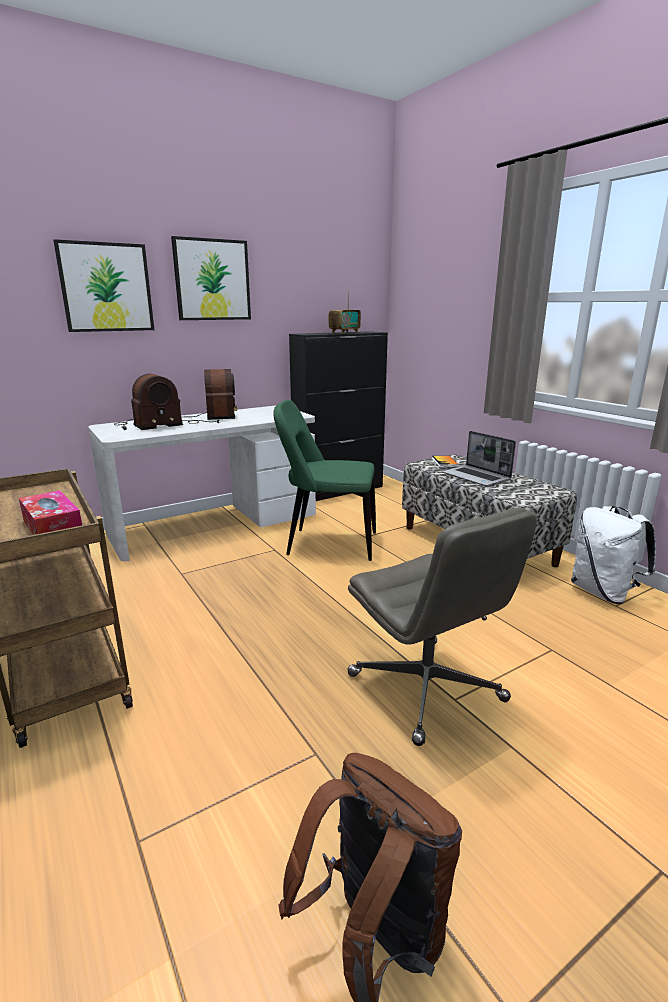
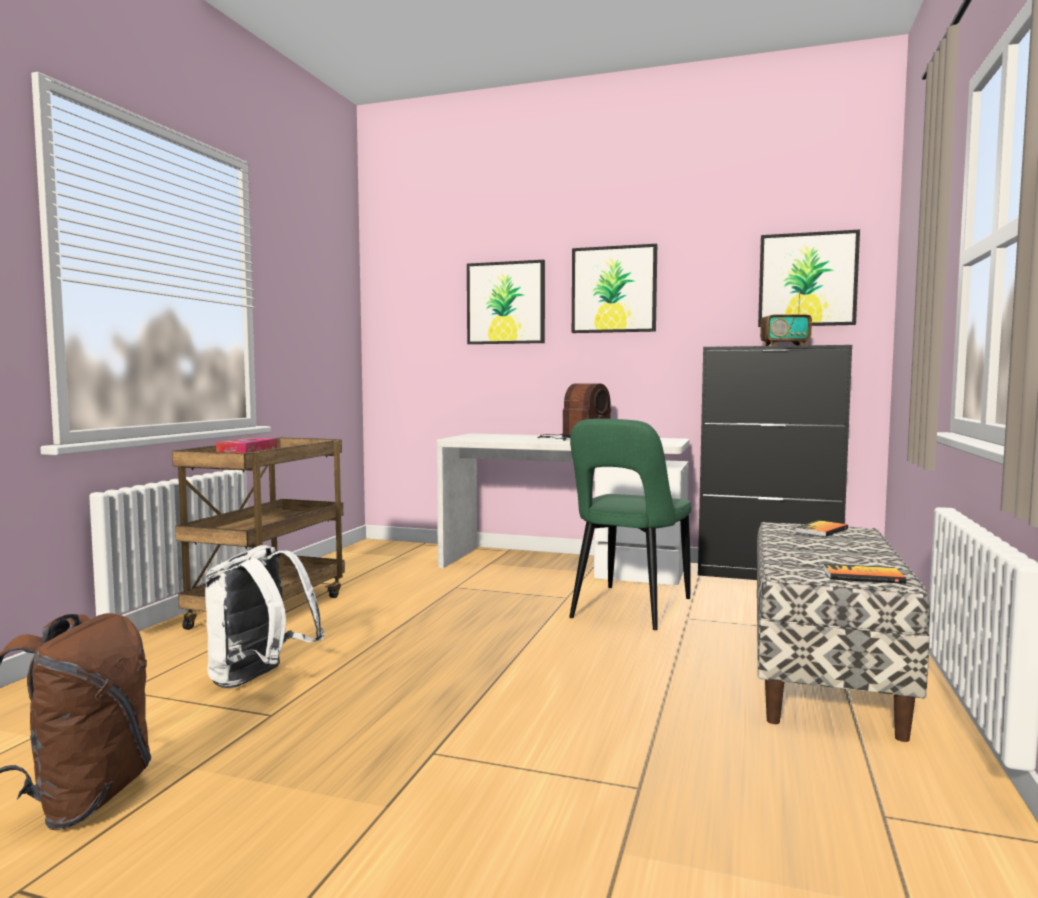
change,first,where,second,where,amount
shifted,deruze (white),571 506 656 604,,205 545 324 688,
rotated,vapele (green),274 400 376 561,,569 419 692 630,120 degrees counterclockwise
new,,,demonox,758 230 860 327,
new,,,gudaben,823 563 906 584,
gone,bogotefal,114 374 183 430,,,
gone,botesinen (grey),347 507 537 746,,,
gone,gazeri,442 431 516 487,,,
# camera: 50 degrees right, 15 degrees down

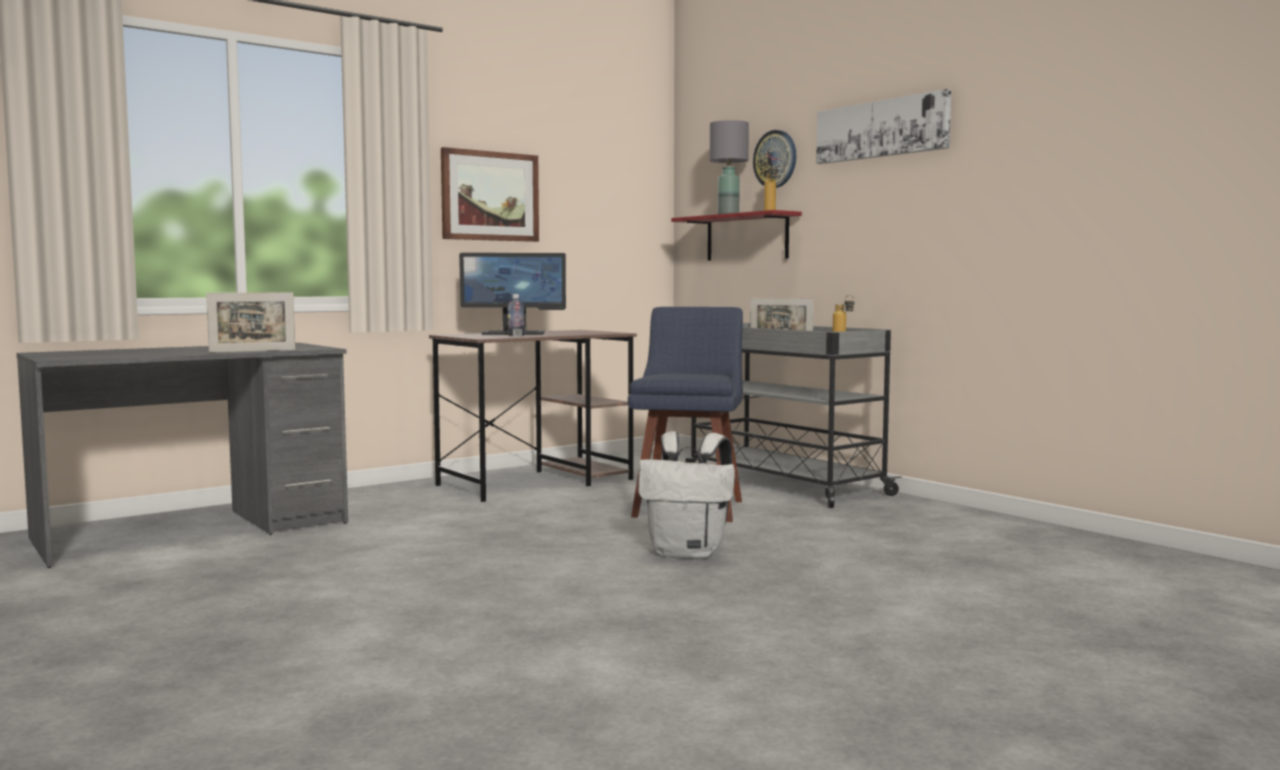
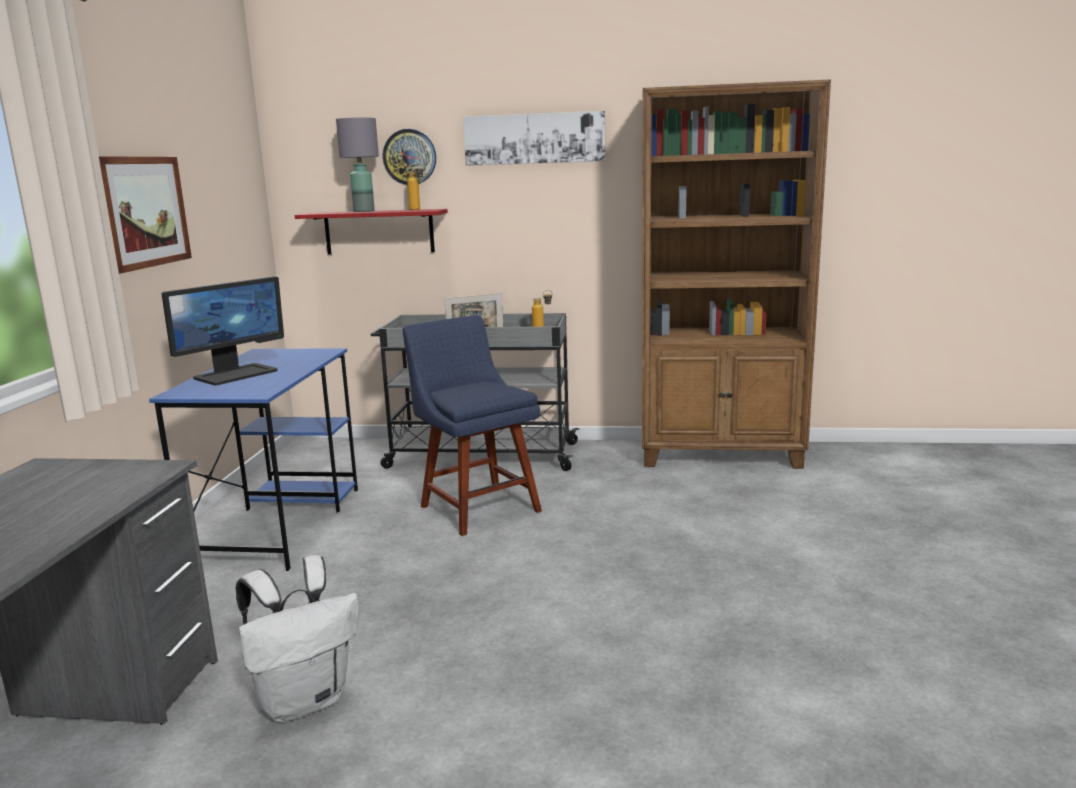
change,first,where,second,where,amount
repainted,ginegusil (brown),429 330 637 502,ginegusil (blue),149 348 358 571,
shifted,deruze (white),638 431 735 559,,236 555 359 722,
new,,,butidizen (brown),642 79 831 469,
gone,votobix,206 292 295 353,,,
gone,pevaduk,508 294 525 336,,,
# camera: 45 degrees left, 10 degrees up

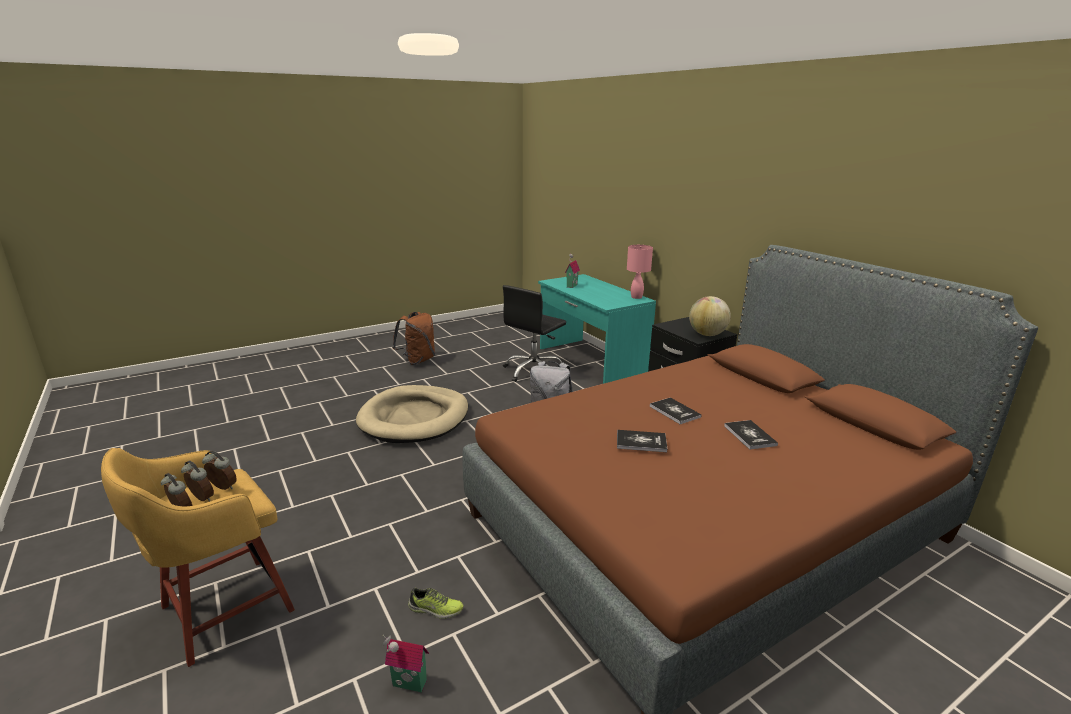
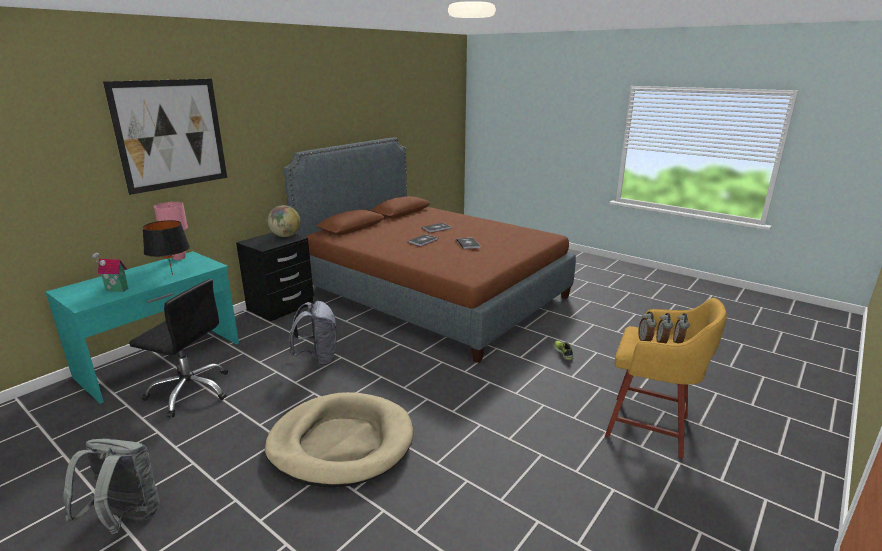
change,first,where,second,where,amount
repainted,deruze (brown),392 312 435 365,deruze (grey),63 439 159 534,
new,,,demonox,103 79 227 195,
new,,,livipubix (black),142 220 190 275,
gone,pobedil,382 635 429 692,,,
# camera: 110 degrees left, 0 degrees up

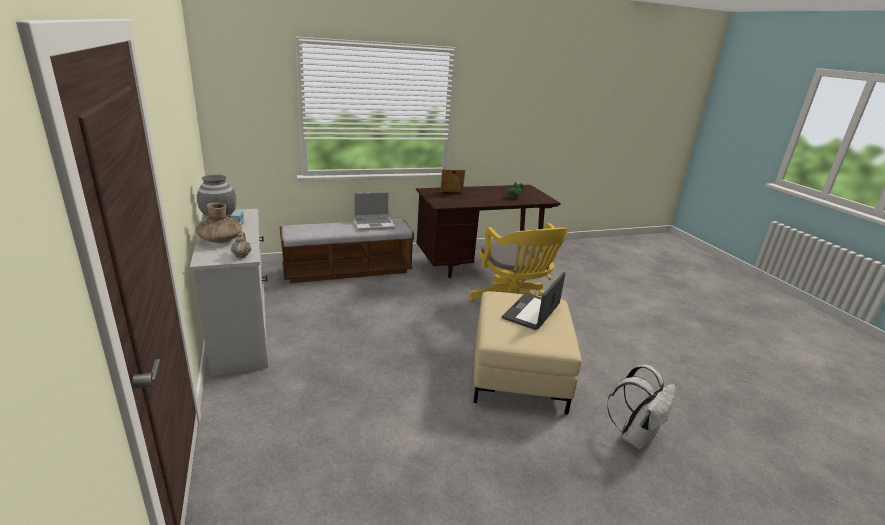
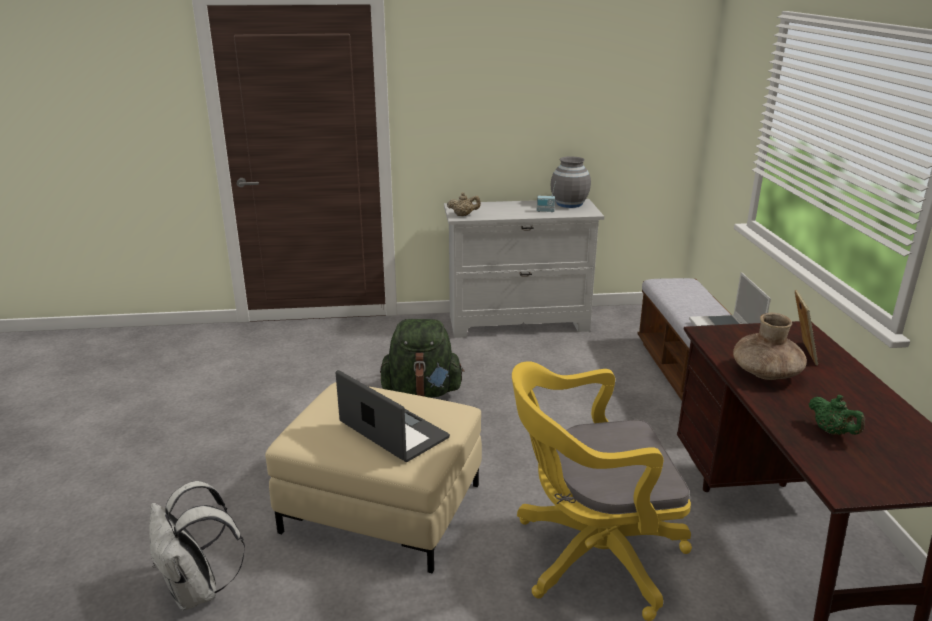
change,first,where,second,where,amount
new,,,deruze (green),380 319 464 398,
shifted,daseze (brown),195 202 242 243,,733 313 807 380,
# camera: 105 degrees right, 0 degrees up

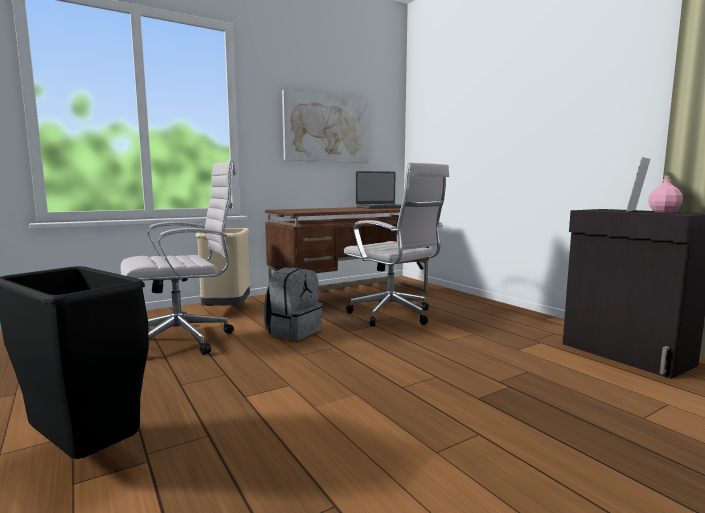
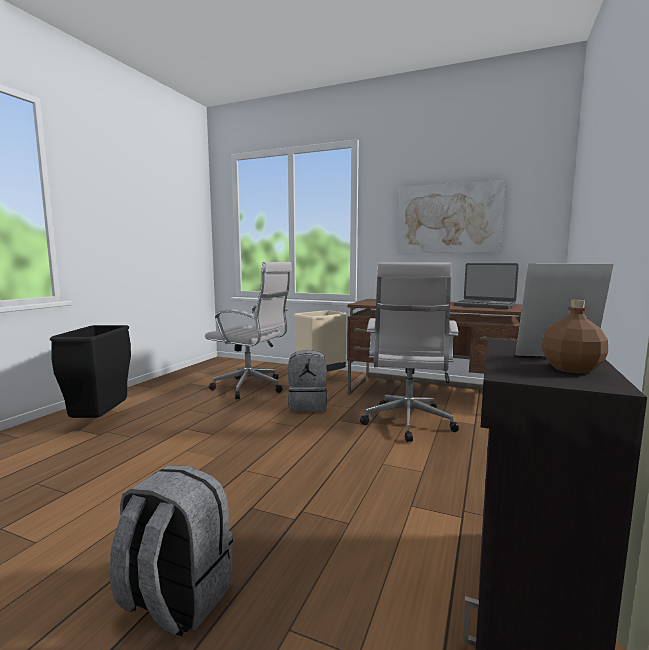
change,first,where,second,where,amount
new,,,deruze (grey),109 465 233 636,
repainted,pevaduk (pink),648 175 683 213,pevaduk (brown),542 299 608 373,
# camera: 55 degrees right, 0 degrees up

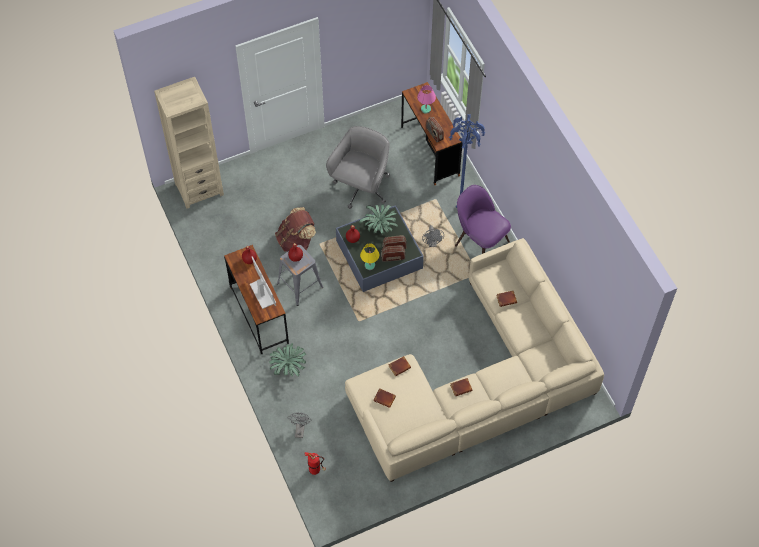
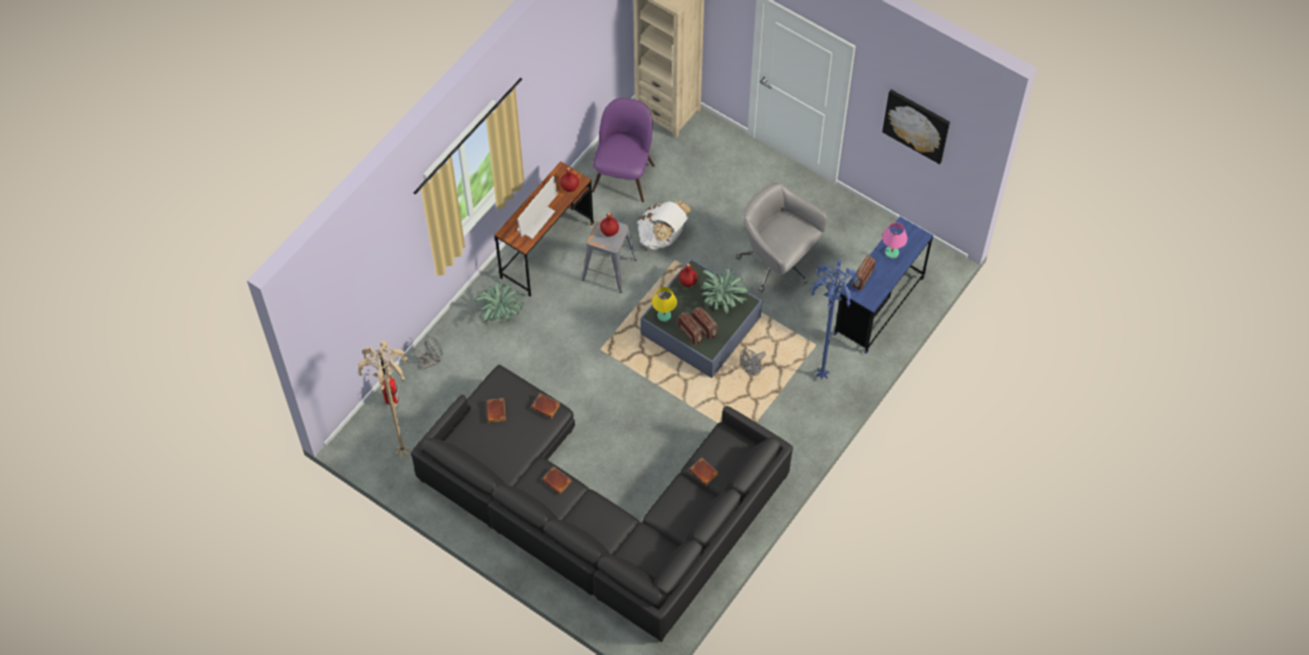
change,first,where,second,where,amount
new,,,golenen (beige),357 341 409 458,
repainted,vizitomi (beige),345 238 604 482,vizitomi (black),411 365 793 642,
shifted,vapele (purple),455 185 511 254,,592 98 655 203,
repainted,deruze (brown),275 207 316 252,deruze (white),637 201 692 250,
rotated,botesinen (grey),326 126 390 209,,735 182 828 293,135 degrees counterclockwise
repainted,ginegusil (brown),401 82 463 185,ginegusil (blue),834 216 933 354,
new,,,demonox,882 90 950 164,
# camera: 60 degrees right, 0 degrees up

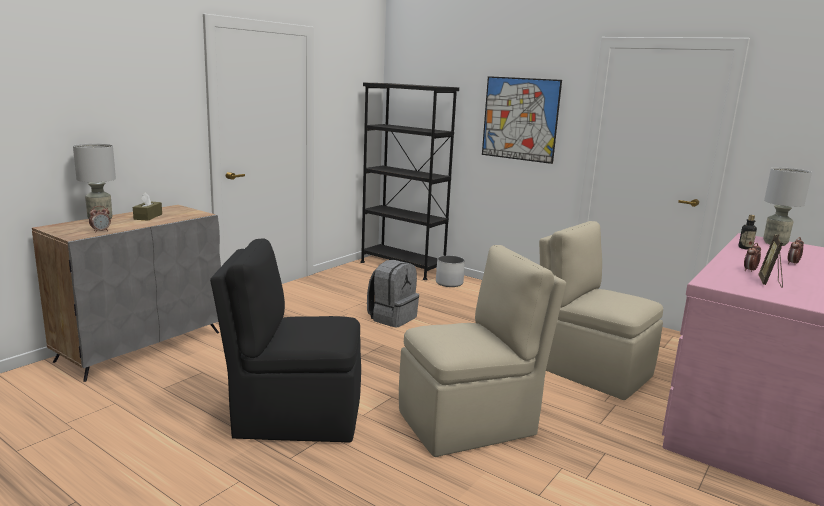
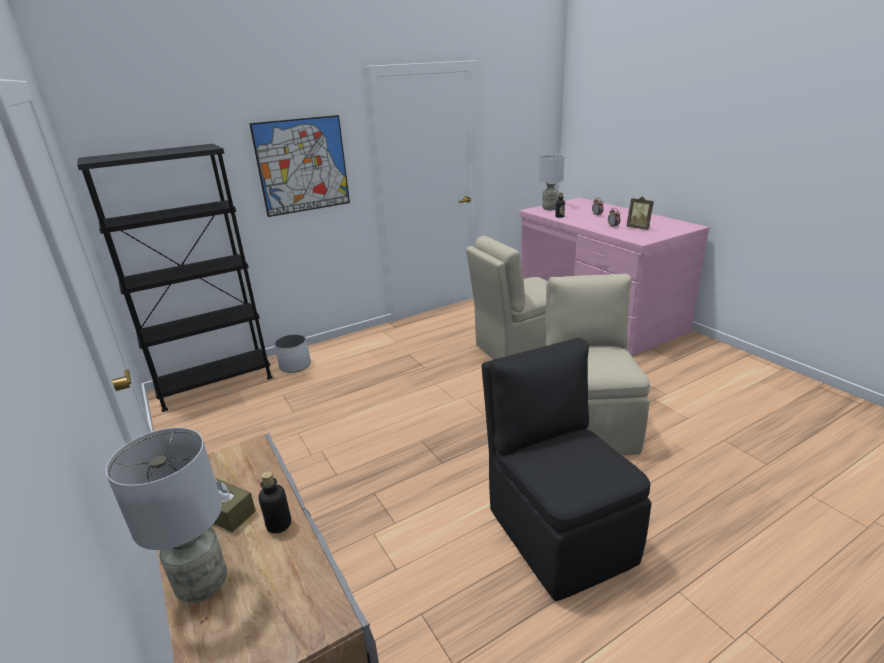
change,first,where,second,where,amount
new,,,pevaduk,258 471 291 533,
rotated,vapele (black),210 239 361 443,,482 338 652 601,135 degrees clockwise
gone,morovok,89 206 111 233,,,
gone,deruze (grey),367 260 419 327,,,
# camera: 65 degrees left, 10 degrees up

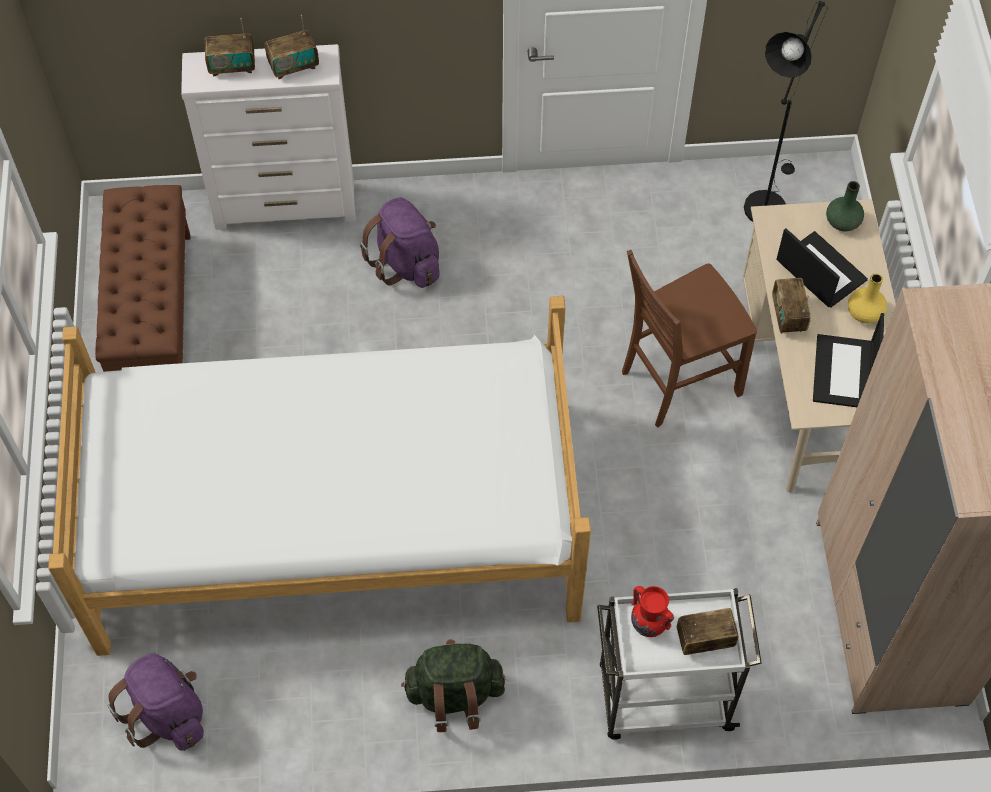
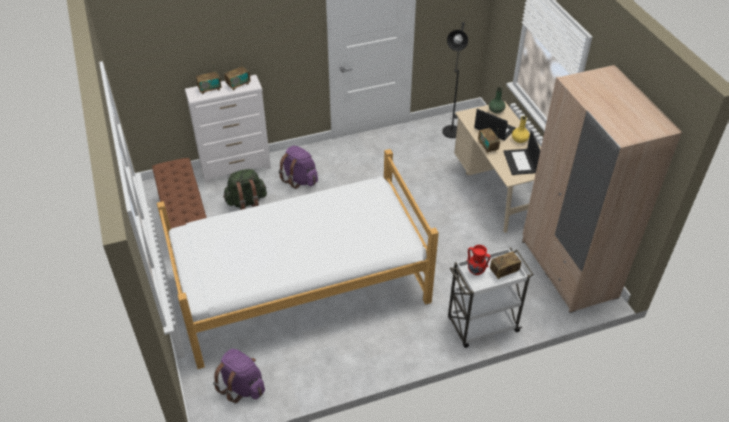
change,first,where,second,where,amount
shifted,deruze (green),401 639 505 732,,223 169 267 210,
gone,vapele (brown),622 250 757 427,,,
# camera: 15 degrees left, 15 degrees down

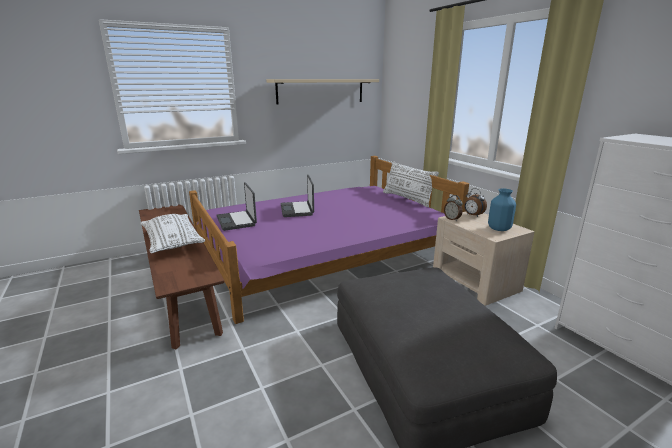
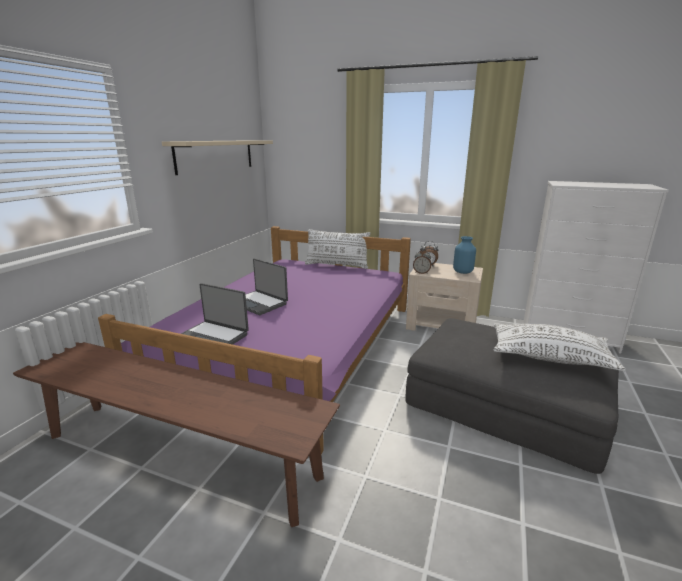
change,first,where,second,where,amount
shifted,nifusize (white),140 214 205 253,,494 323 626 371,
# camera: 40 degrees left, 0 degrees up

